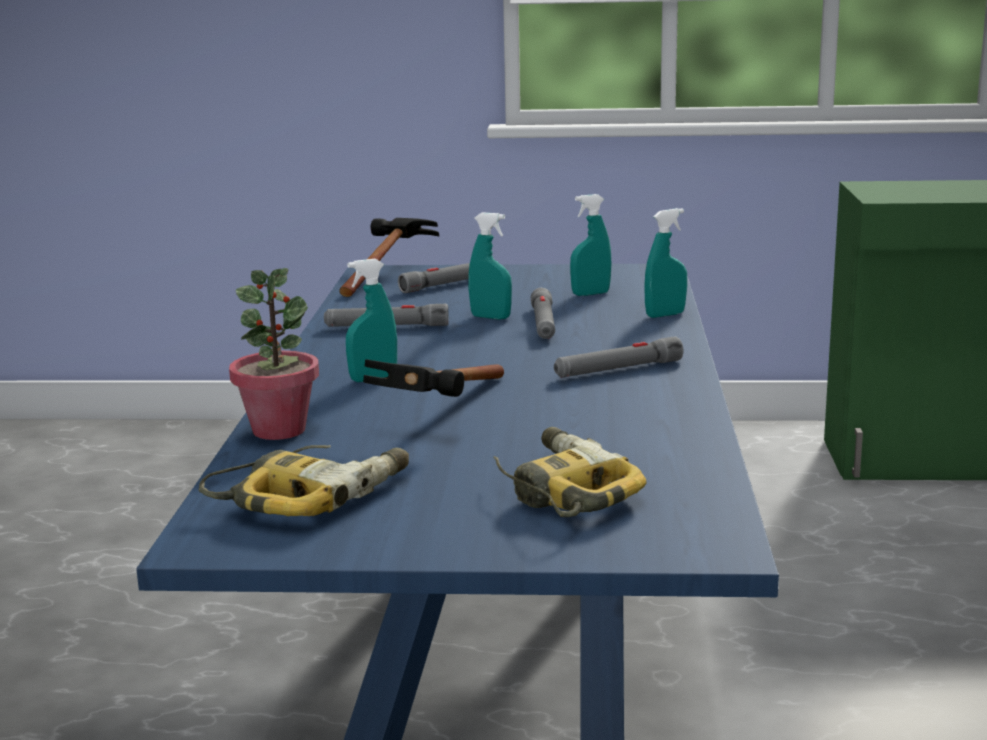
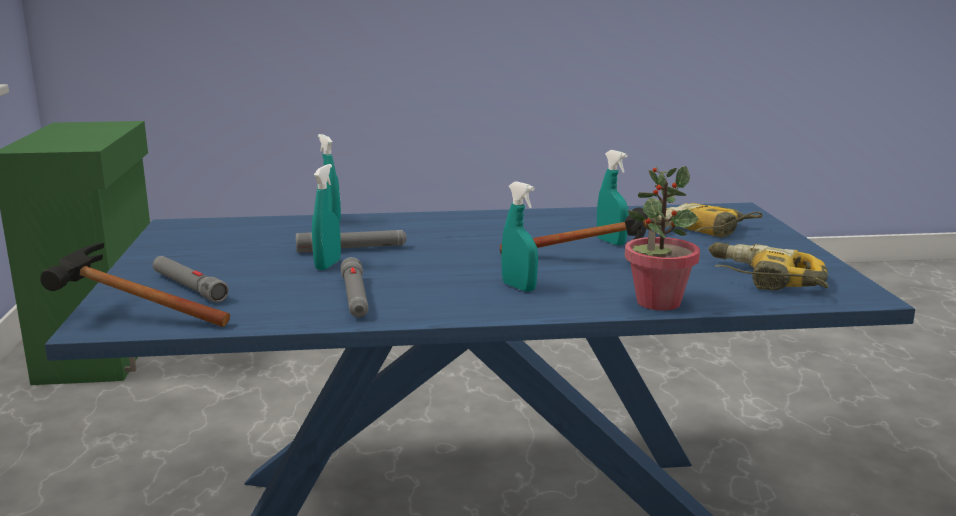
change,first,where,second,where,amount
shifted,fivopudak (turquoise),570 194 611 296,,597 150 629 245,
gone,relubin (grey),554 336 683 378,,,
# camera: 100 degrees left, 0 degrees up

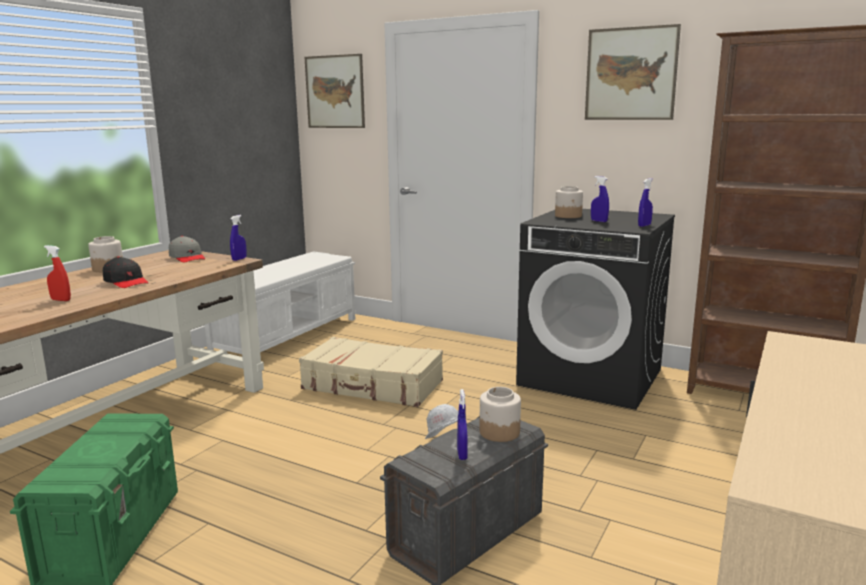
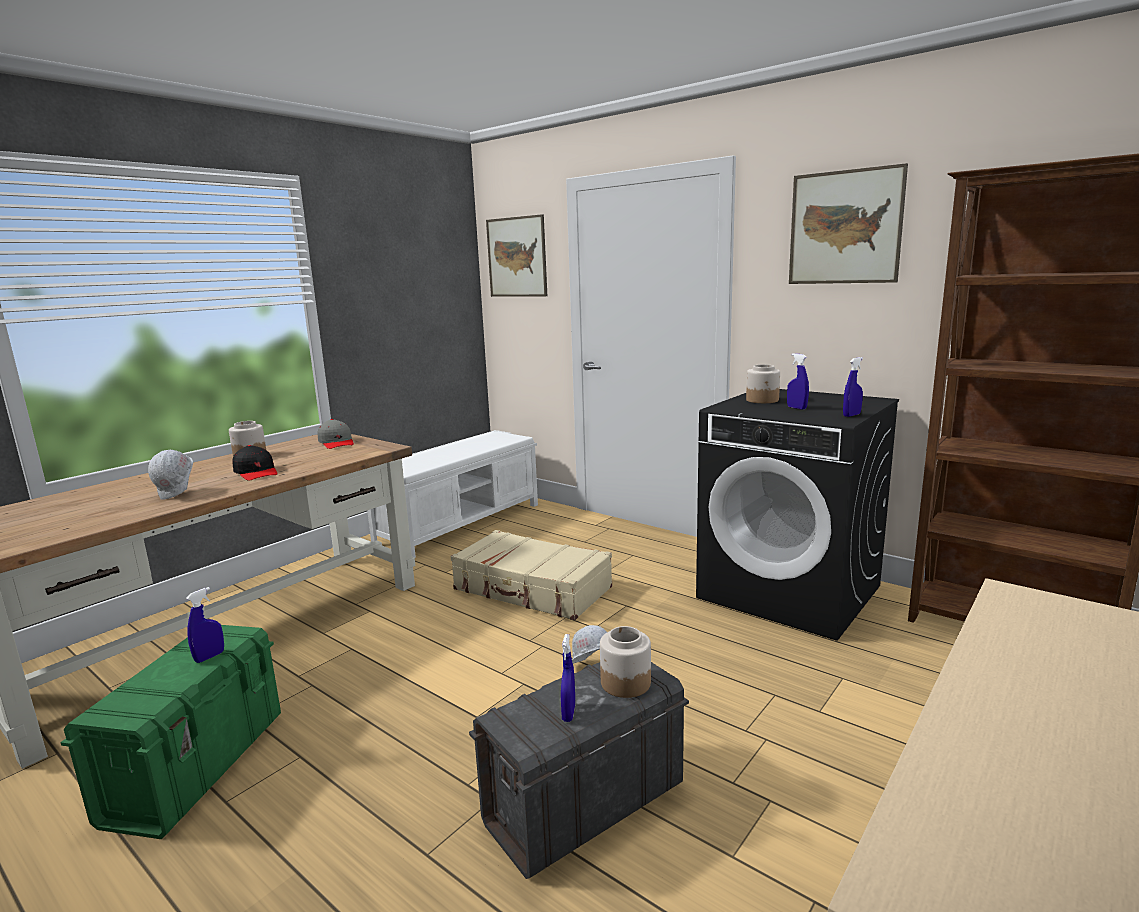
change,first,where,second,where,amount
swapped,fivopudak (red),44 245 71 301,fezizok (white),148 450 193 500,
shifted,fivopudak (blue),230 215 247 261,,186 587 224 663,
# camera: 10 degrees right, 0 degrees up

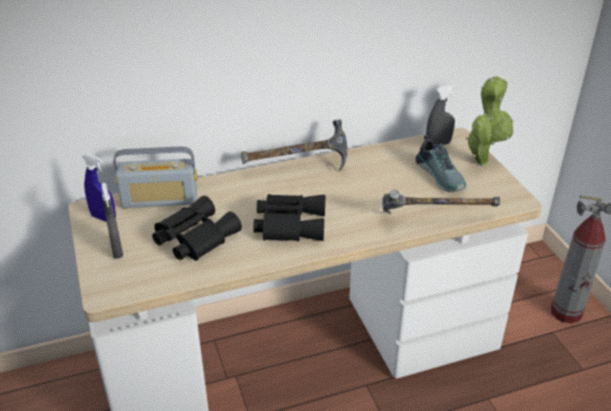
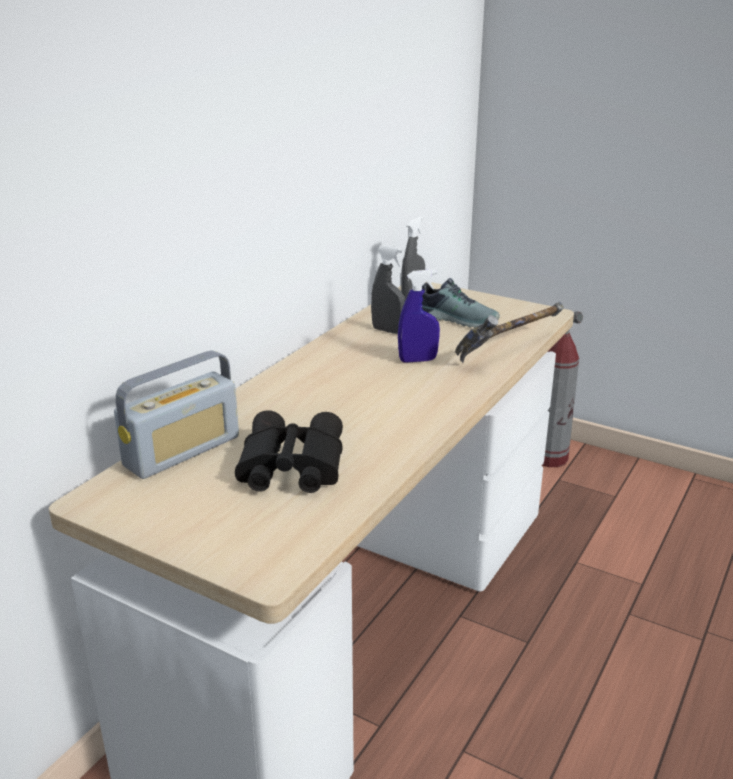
change,first,where,second,where,amount
shifted,fivopudak (grey),101 183 123 259,,371 245 406 334,
shifted,fivopudak (blue),82 154 116 222,,398 269 440 363,
gone,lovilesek,241 119 348 172,,,
gone,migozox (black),253 194 325 242,,,
gone,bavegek,466 76 514 166,,,
# camera: 40 degrees left, 10 degrees down

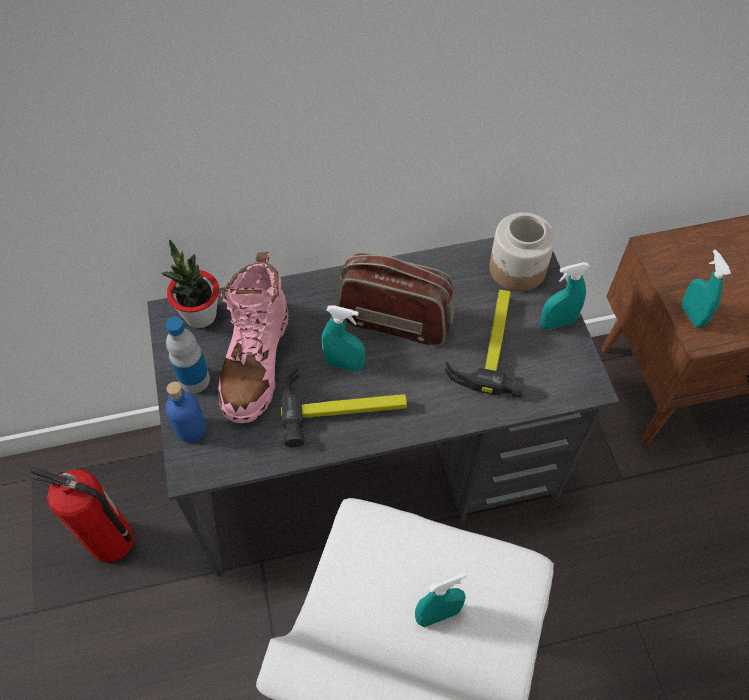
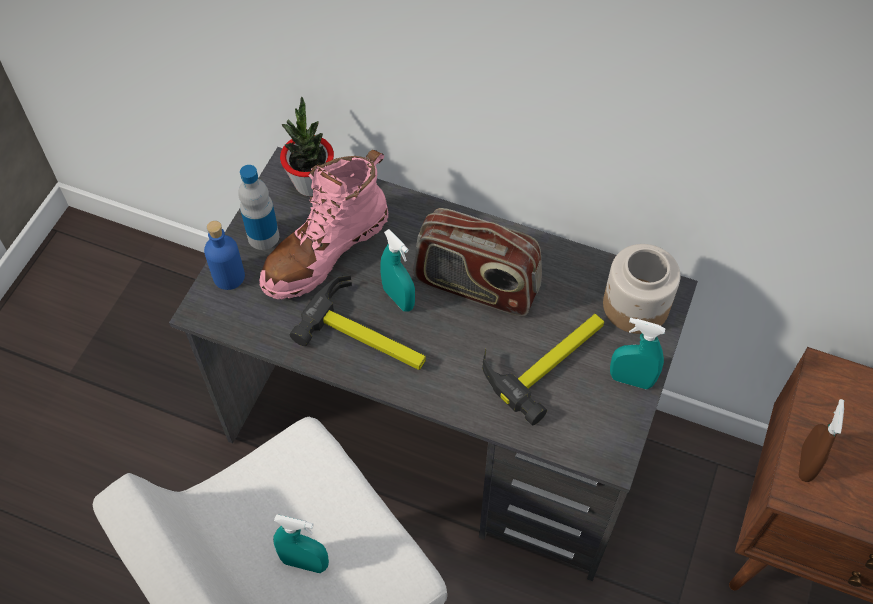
change,first,where,second,where,amount
rotated,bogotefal,337 252 455 346,,413 208 542 316,150 degrees clockwise
repainted,fivopudak (turquoise),682 250 731 328,fivopudak (brown),798 399 844 482,
gone,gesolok,30 467 134 562,,,
# camera: 35 degrees right, 0 degrees up

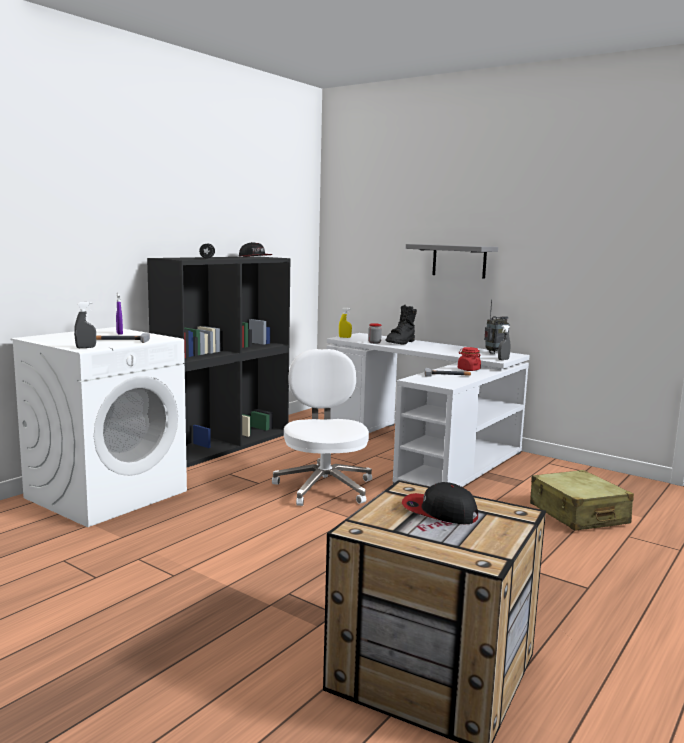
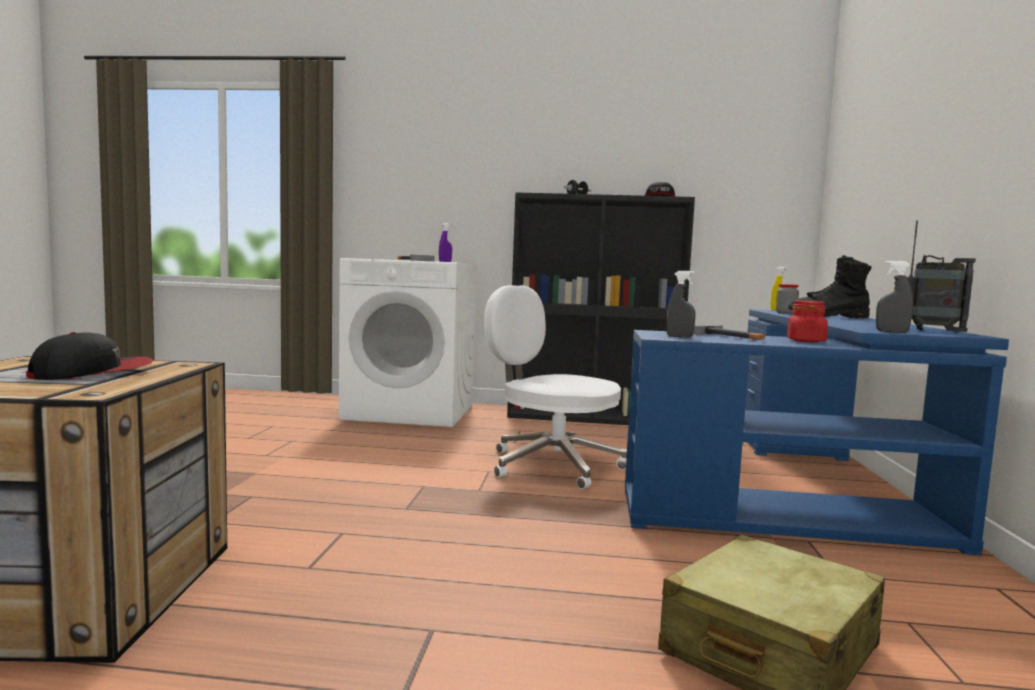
change,first,where,second,where,amount
rotated,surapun,402 482 478 524,,26 332 154 380,45 degrees clockwise
rotated,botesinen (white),272 349 372 506,,484 285 627 489,105 degrees counterclockwise
repainted,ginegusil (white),327 333 530 487,ginegusil (blue),625 309 1009 555,
shifted,fivopudak (grey),74 302 96 348,,666 271 696 338,
gone,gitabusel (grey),406 244 498 279,,,
# camera: 60 degrees right, 5 degrees down

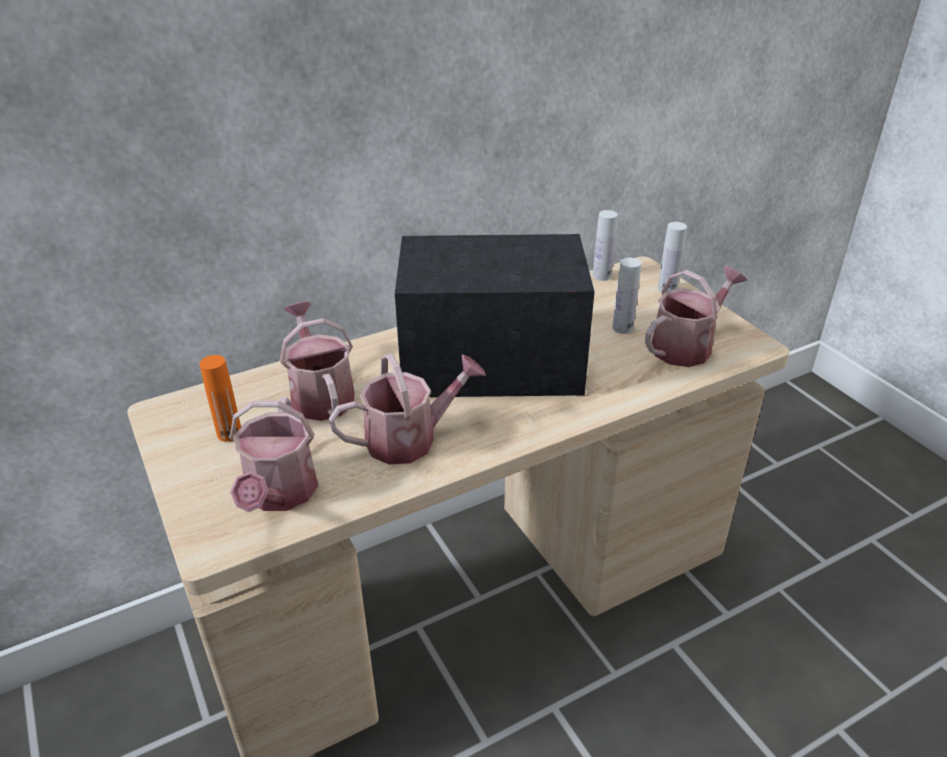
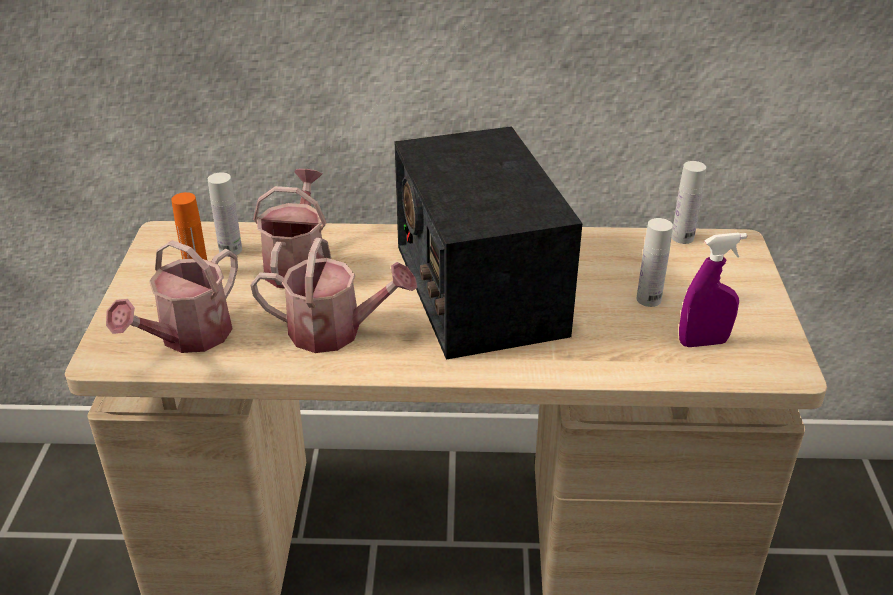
change,first,where,second,where,amount
shifted,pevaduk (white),658 222 687 292,,208 172 242 257,
rotated,bogotefal,395 234 595 397,,394 126 583 360,135 degrees counterclockwise
swapped,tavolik,645 266 747 367,fivopudak (purple),679 232 747 347,
# camera: 30 degrees right, 0 degrees up

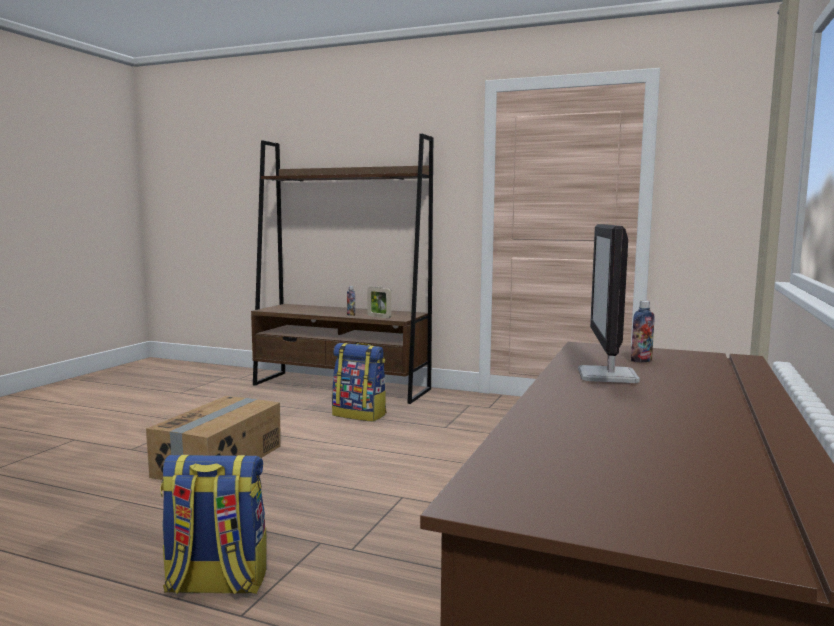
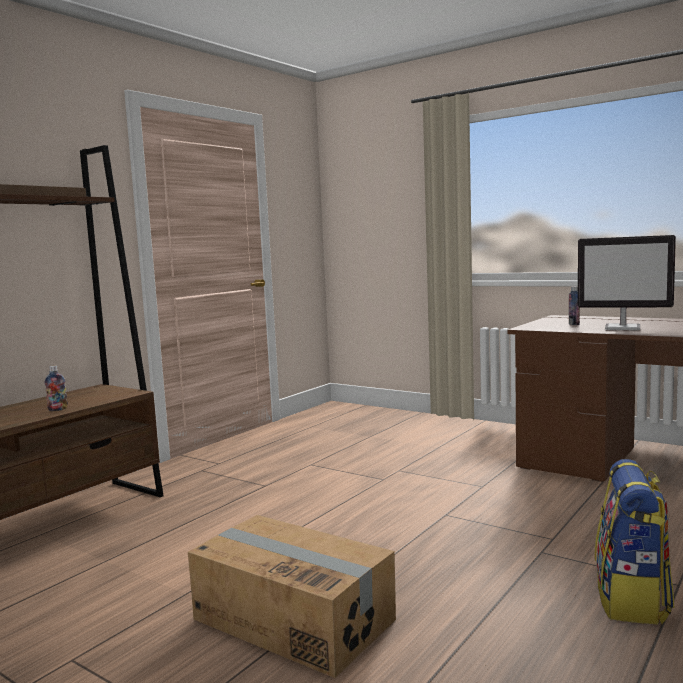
change,first,where,second,where,amount
gone,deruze,332 343 387 422,,,
gone,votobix,367 287 391 318,,,
# camera: 75 degrees left, 0 degrees up

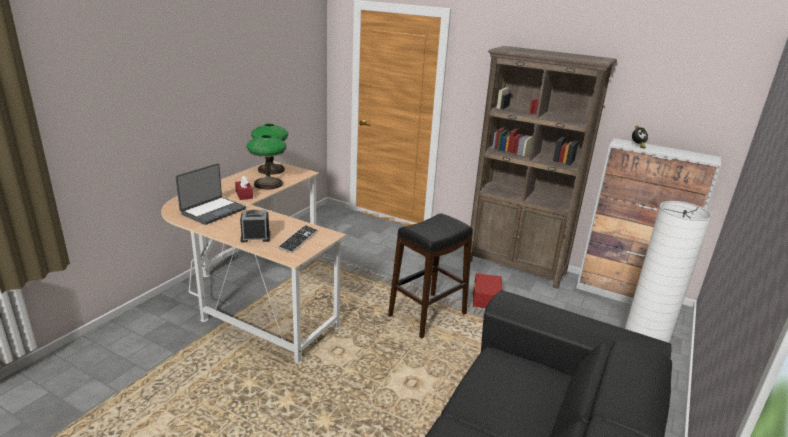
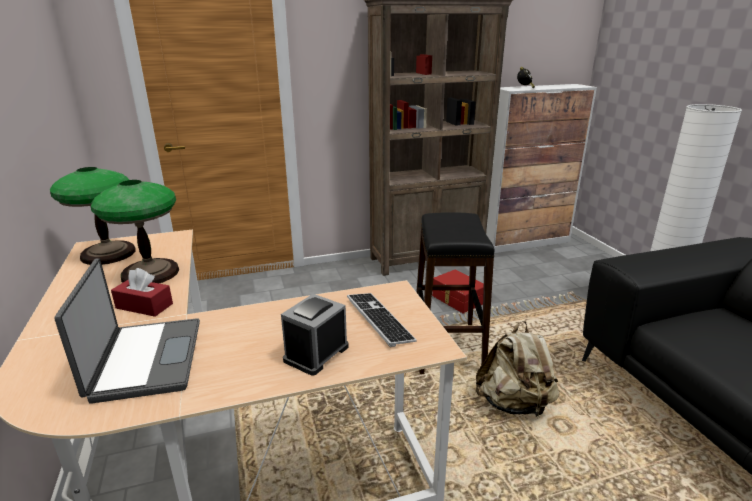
change,first,where,second,where,amount
new,,,deruze (beige),476 321 559 417,
# camera: 45 degrees left, 0 degrees up

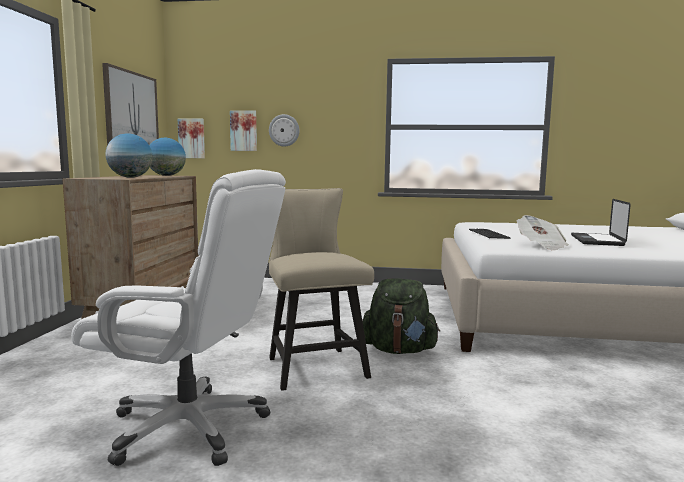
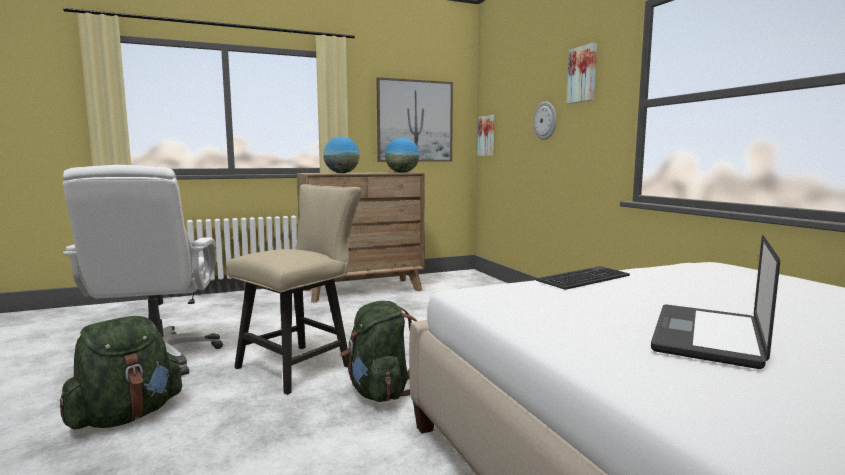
change,first,where,second,where,amount
new,,,deruze (green),60 316 182 429,
shifted,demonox,230 110 257 151,,567 43 597 104,
rotated,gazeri,571 199 631 246,,651 235 780 369,45 degrees counterclockwise
gone,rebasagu,516 215 569 251,,,
# camera: 60 degrees right, 0 degrees up

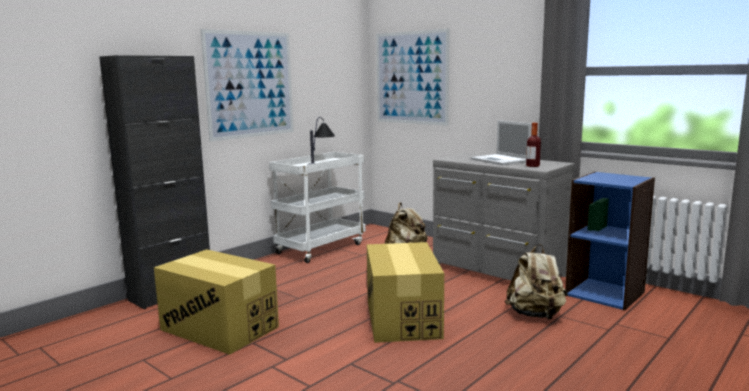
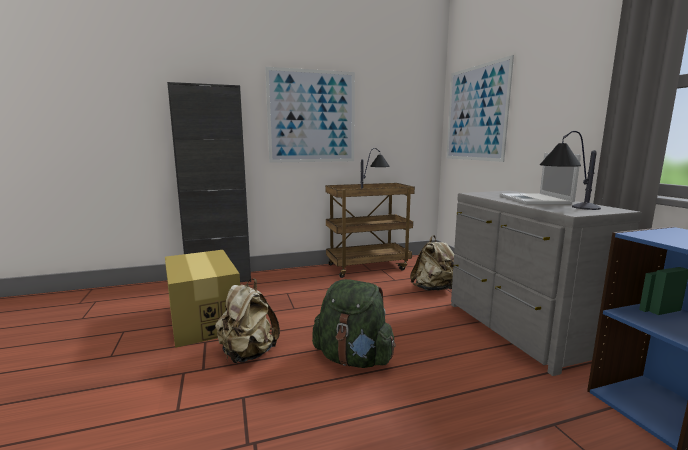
change,first,where,second,where,amount
shifted,deruze (beige),505 244 568 320,,215 279 280 364,
swapped,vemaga,367 242 444 343,deruze (green),312 279 396 368,
repainted,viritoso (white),269 152 366 263,viritoso (brown),325 183 415 278,
swapped,pevaduk,526 123 541 167,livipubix,540 131 601 210,
# camera: 30 degrees right, 0 degrees up

